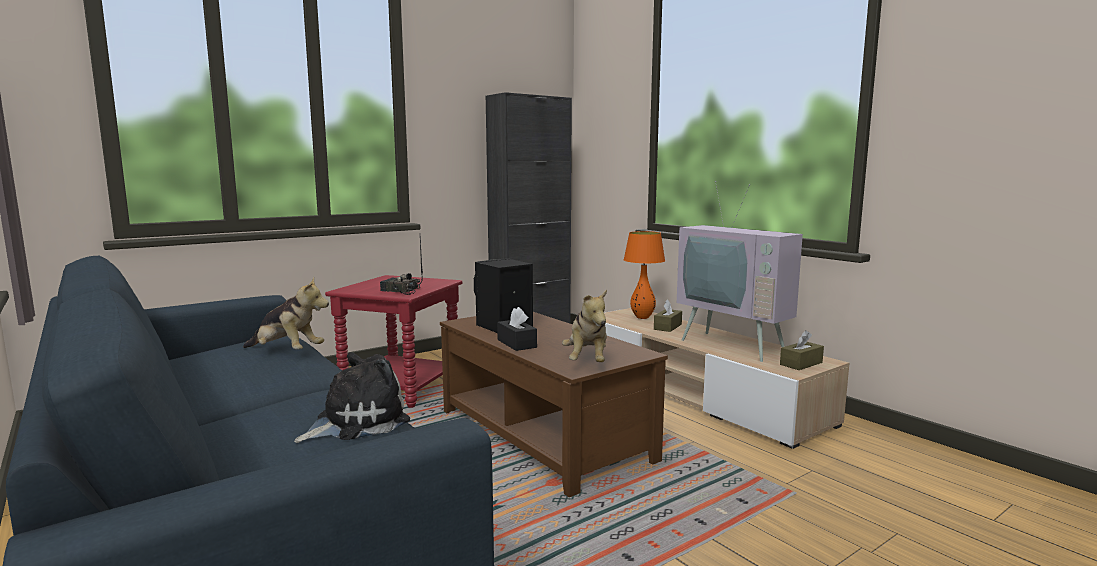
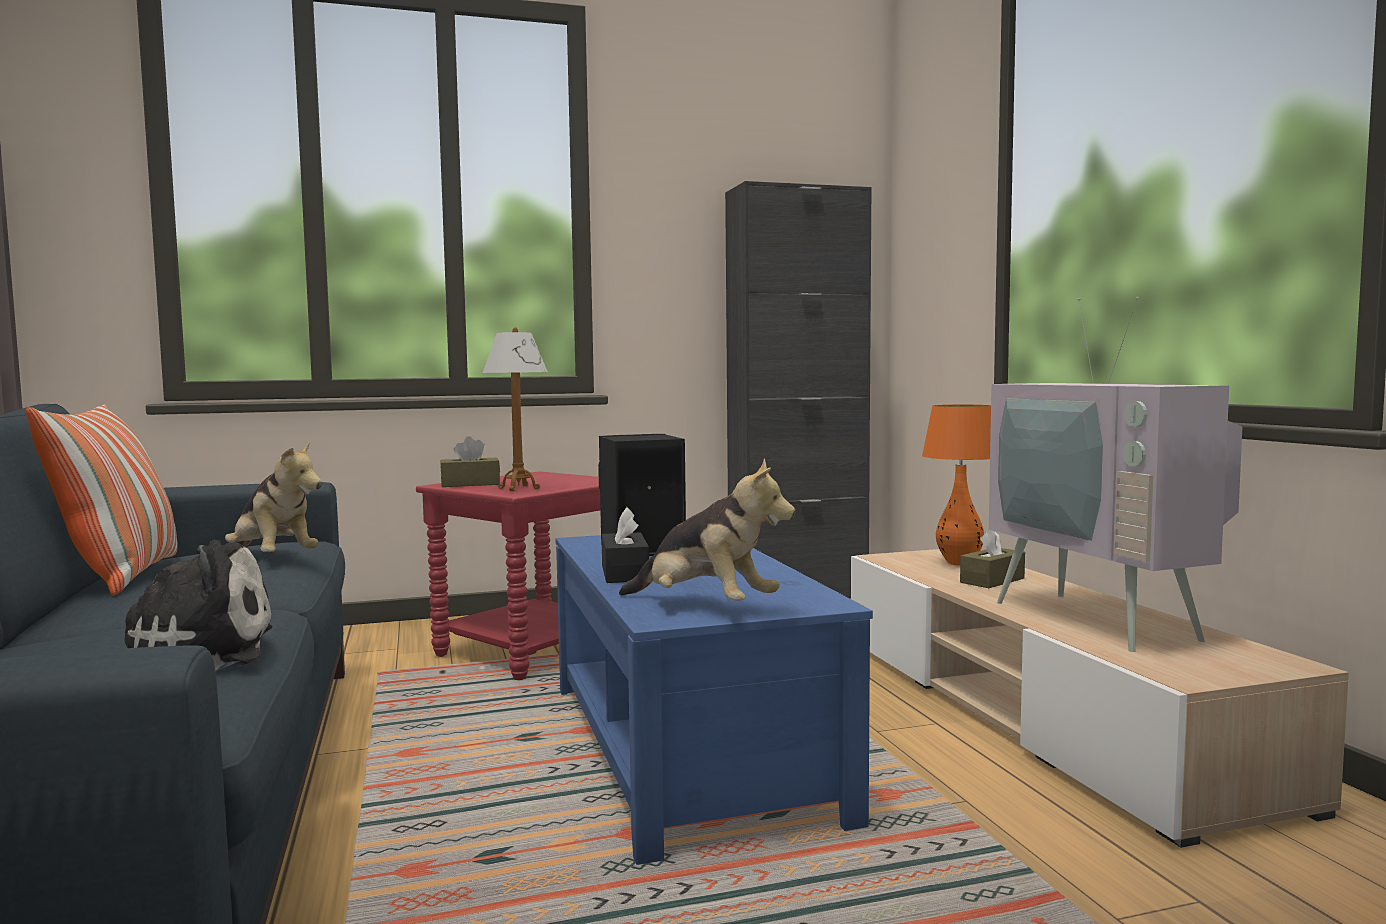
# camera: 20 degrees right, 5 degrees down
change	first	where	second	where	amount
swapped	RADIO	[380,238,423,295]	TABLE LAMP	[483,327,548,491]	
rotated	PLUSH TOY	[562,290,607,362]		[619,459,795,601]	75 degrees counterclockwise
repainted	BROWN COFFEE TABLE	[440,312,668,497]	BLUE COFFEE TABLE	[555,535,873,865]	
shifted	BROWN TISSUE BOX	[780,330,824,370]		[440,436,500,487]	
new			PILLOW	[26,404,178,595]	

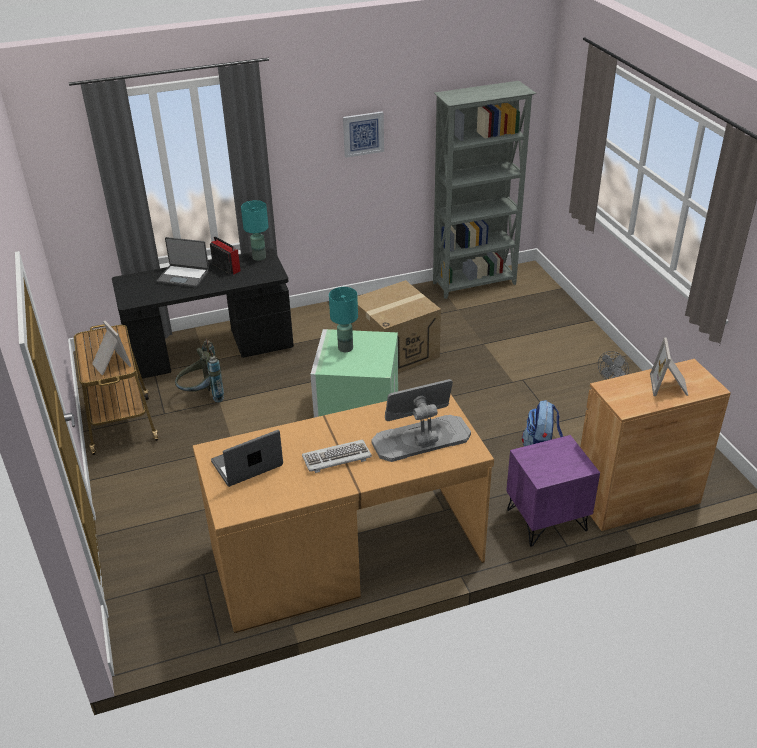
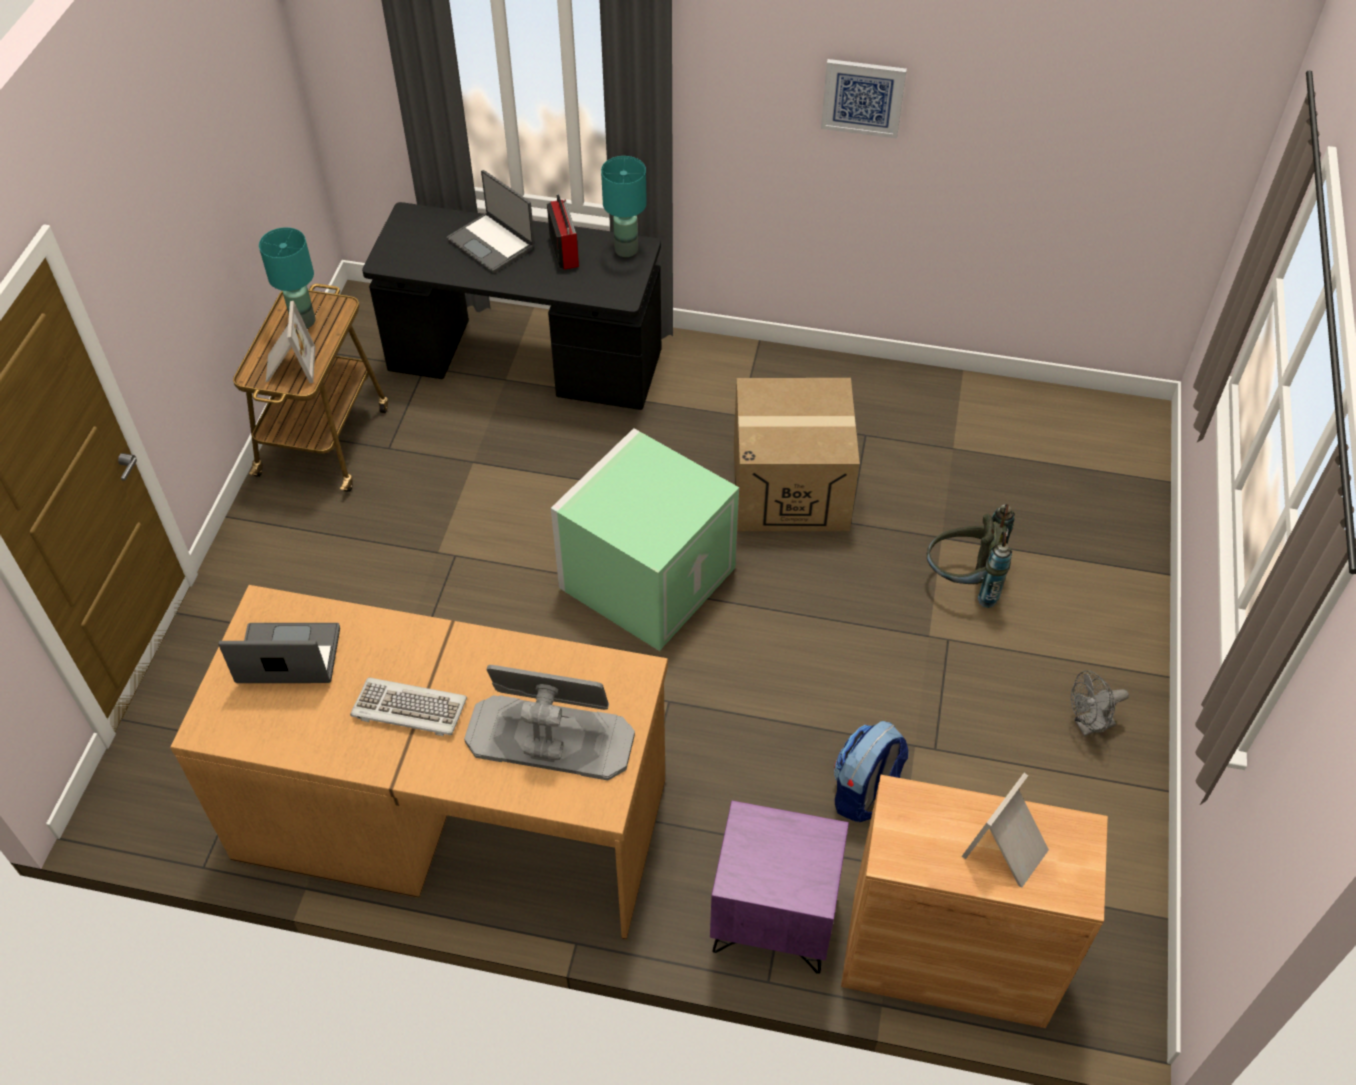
# camera: 30 degrees right, 15 degrees up
change	first	where	second	where	amount
gone	GREY BOOKCASE	[433,81,536,299]			
shifted	TURQUOISE TABLE LAMP	[329,287,358,352]		[259,227,315,328]	
shifted	GREY BACKPACK	[175,338,224,402]		[927,504,1015,608]	

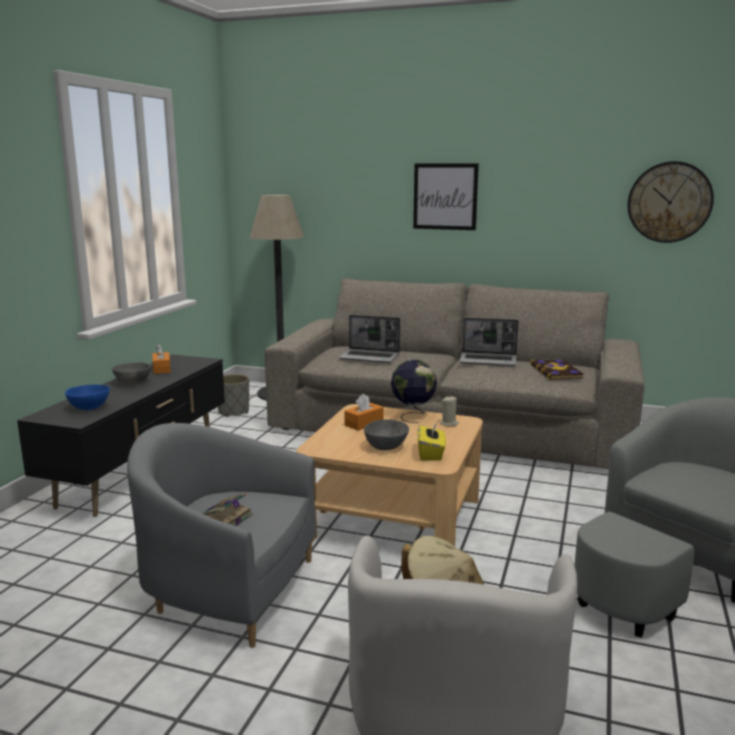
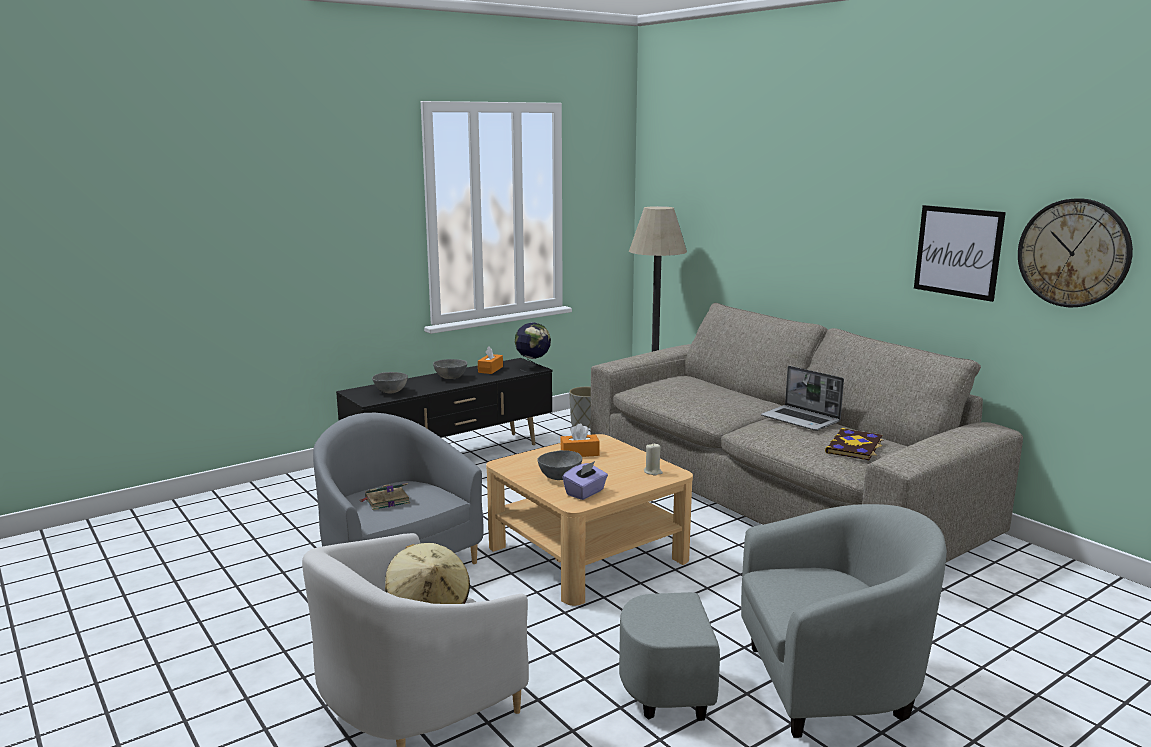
# camera: 35 degrees right, 0 degrees up
change	first	where	second	where	amount
shifted	PICTURE	[413,164,479,230]		[914,205,1006,302]	
gone	LAPTOP	[338,315,400,363]			
shifted	GLOBE	[391,360,437,423]		[515,322,551,372]	
repainted	BLUE BOWL	[65,385,110,410]	GREY BOWL	[372,372,408,393]	
repainted	YELLOW TISSUE BOX	[418,423,446,461]	PURPLE TISSUE BOX	[563,461,608,500]	

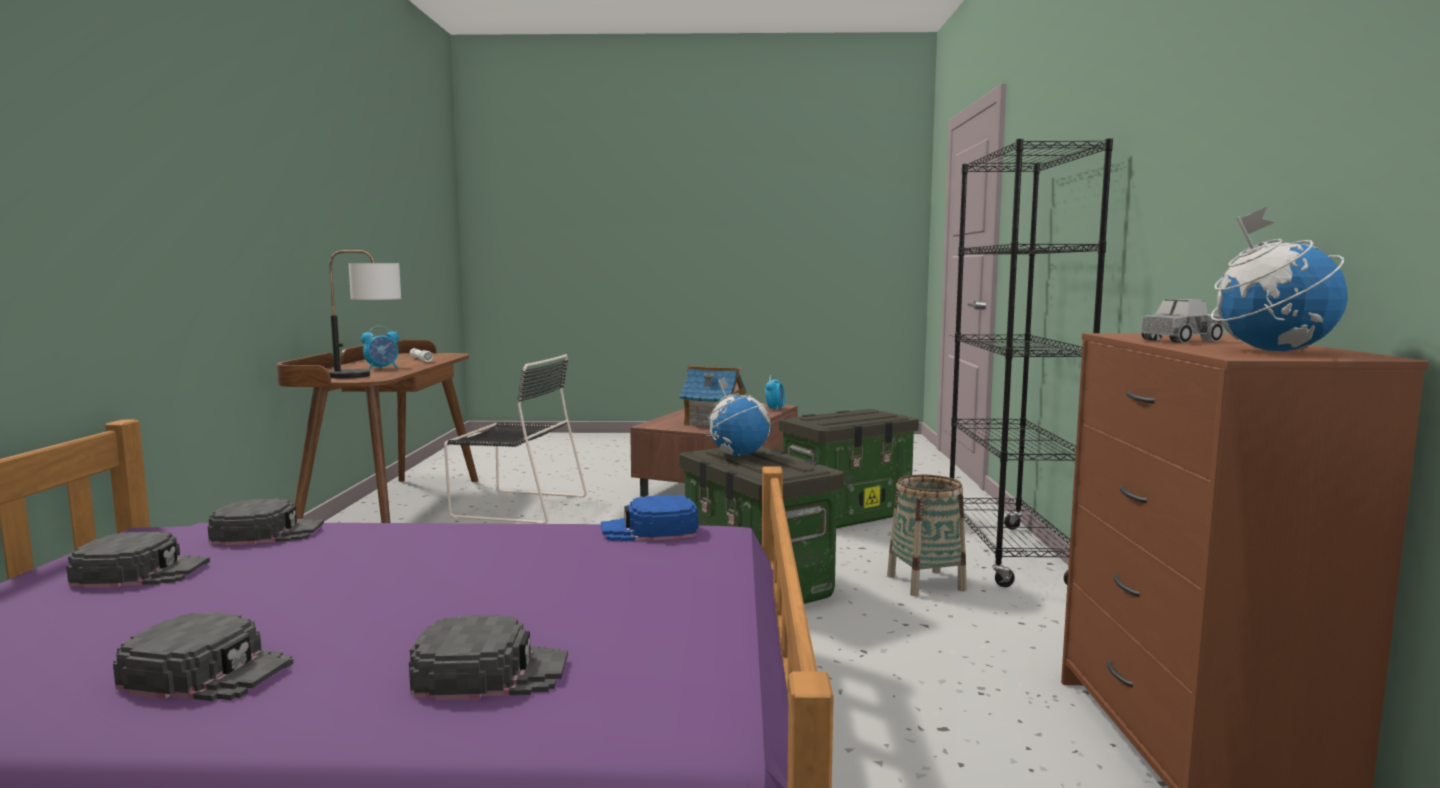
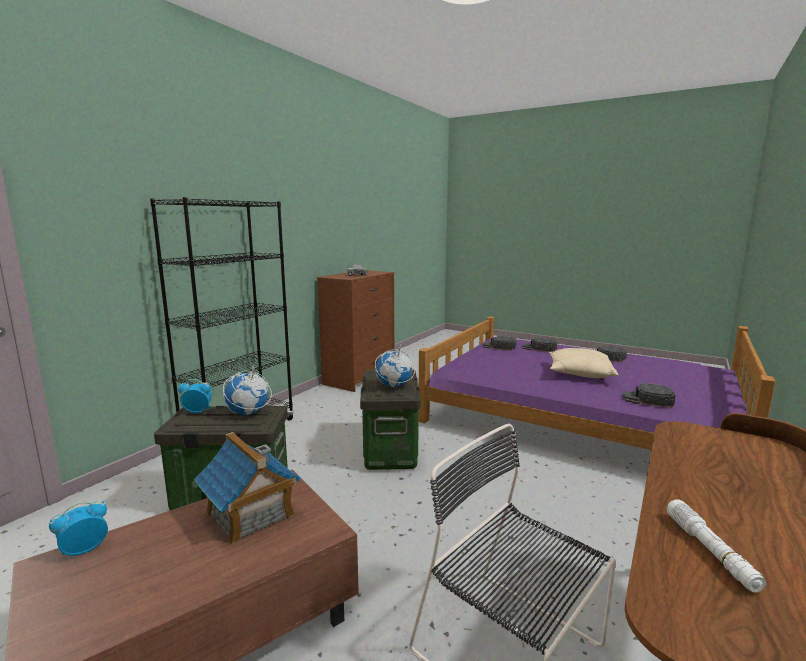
# camera: 150 degrees left, 5 degrees up
change	first	where	second	where	amount
shifted	GLOBE	[1211,207,1348,351]		[223,363,272,415]	
gone	TABLE LAMP	[329,250,401,379]			
shifted	ALARM CLOCK	[361,326,399,370]		[178,379,212,413]	
gone	BASKET	[887,475,966,596]			
gone	BLUE CAP	[601,495,698,541]			
shifted	BLACK CAP	[66,532,210,588]		[483,336,517,351]	
new			BEIGE PILLOW	[549,348,618,378]	

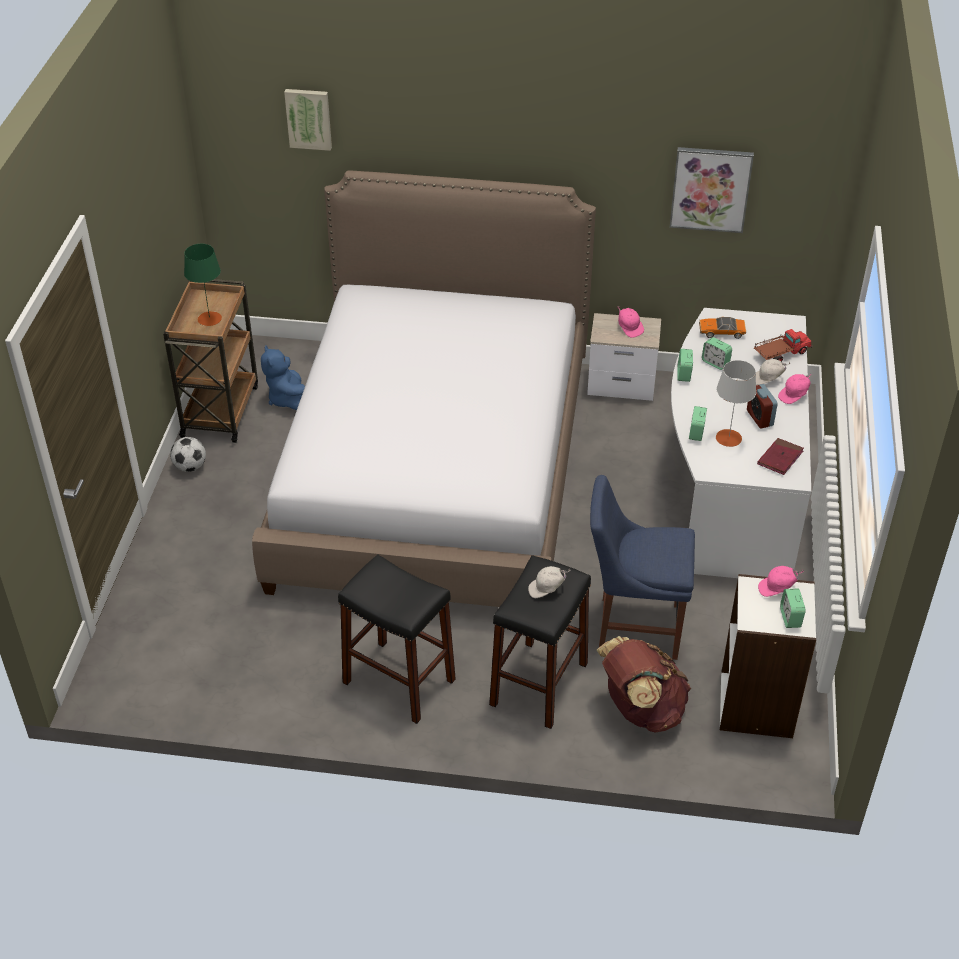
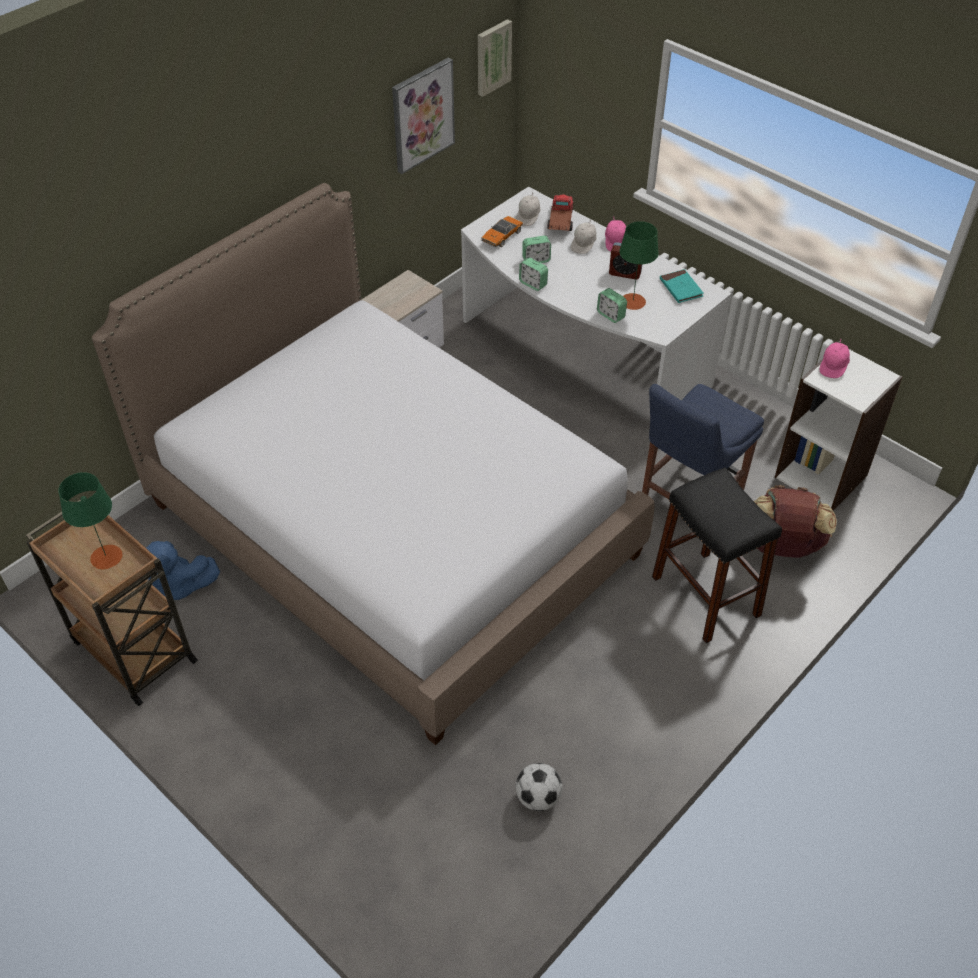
# camera: 55 degrees left, 5 degrees up
change	first	where	second	where	amount
shifted	PICTURE	[284,89,332,151]		[478,19,512,97]	
gone	PINK CAP	[618,306,644,338]			
repainted	GREY TABLE LAMP	[716,360,756,447]	GREEN TABLE LAMP	[619,221,659,310]	
shifted	FOOTBALL	[170,437,206,472]		[515,763,562,811]	
repainted	RED BOOK	[757,438,804,475]	TURQUOISE BOOK	[660,269,704,303]	
gone	BLACK STOOL	[338,554,456,724]			
shifted	WHITE CAP	[528,566,571,598]		[516,192,541,226]	
gone	ALARM CLOCK	[780,589,805,628]			

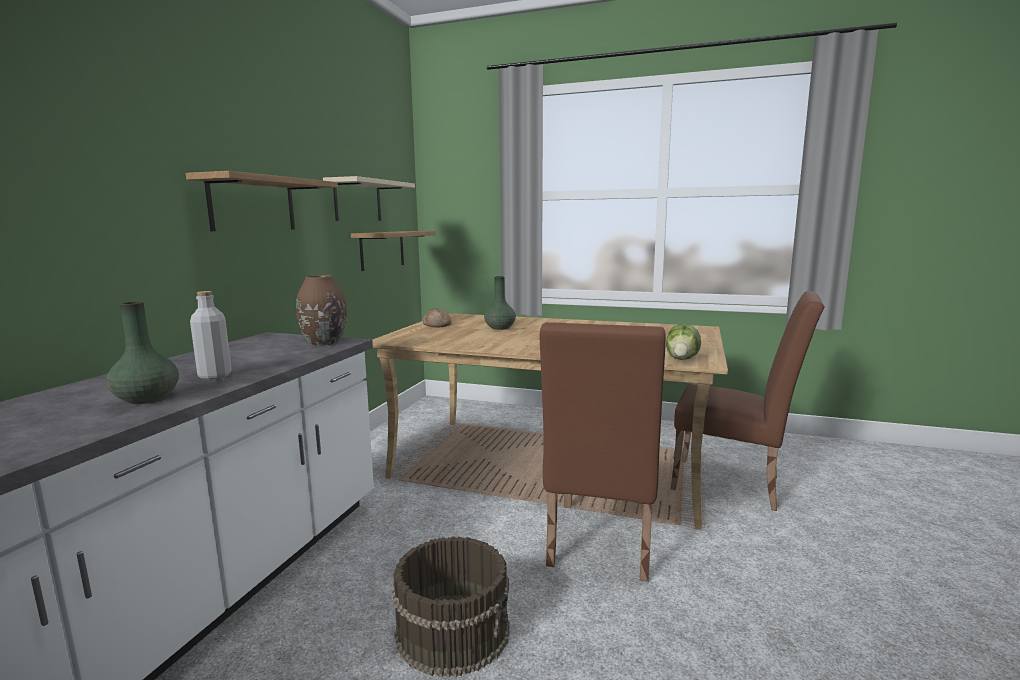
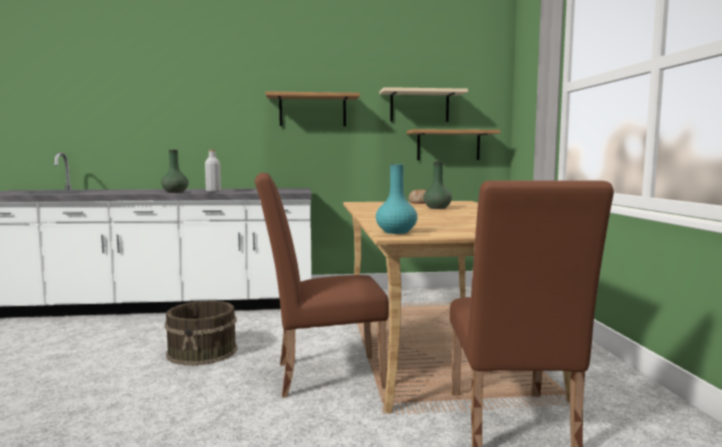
# camera: 65 degrees right, 5 degrees down
change	first	where	second	where	amount
gone	BROWN VASE	[296,275,347,346]			
swapped	LETTUCE	[666,324,701,360]	TURQUOISE VASE	[376,164,418,234]	

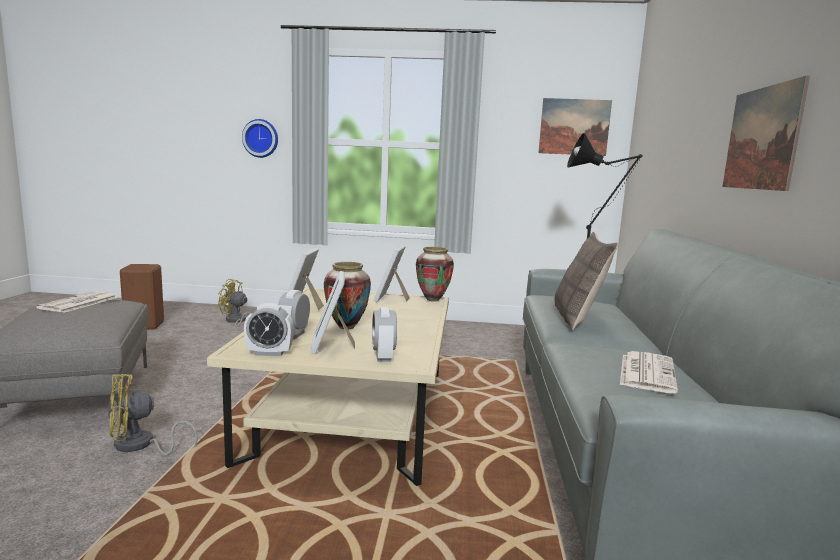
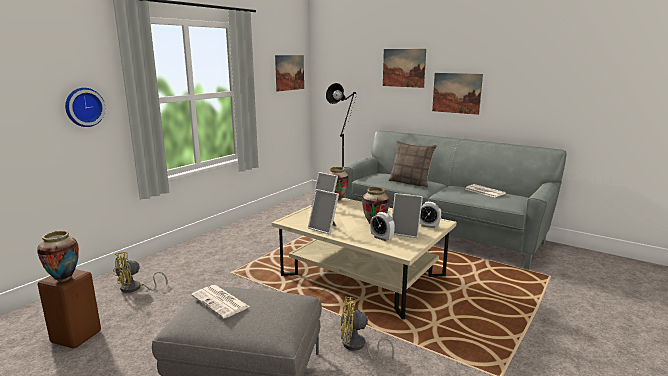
# camera: 60 degrees left, 5 degrees up
change	first	where	second	where	amount
gone	ALARM CLOCK	[244,303,294,356]			
rotated	YELLOW FAN	[108,374,198,455]		[340,297,394,360]	90 degrees clockwise
new			PICTURE	[383,49,426,88]	
new			VASE	[37,231,79,282]	

